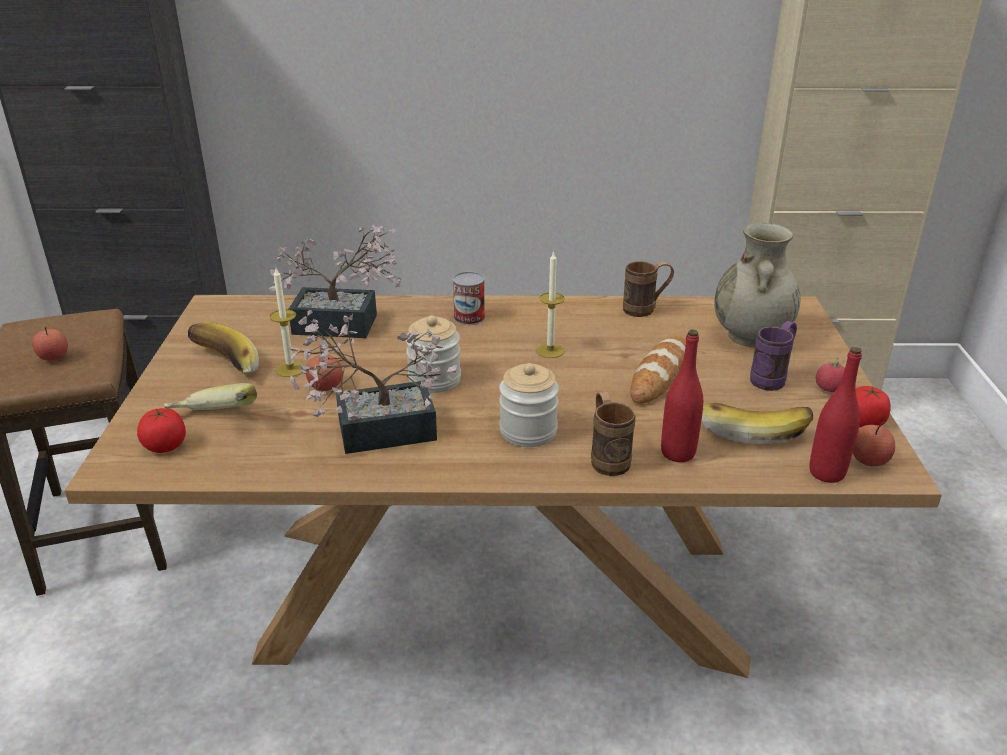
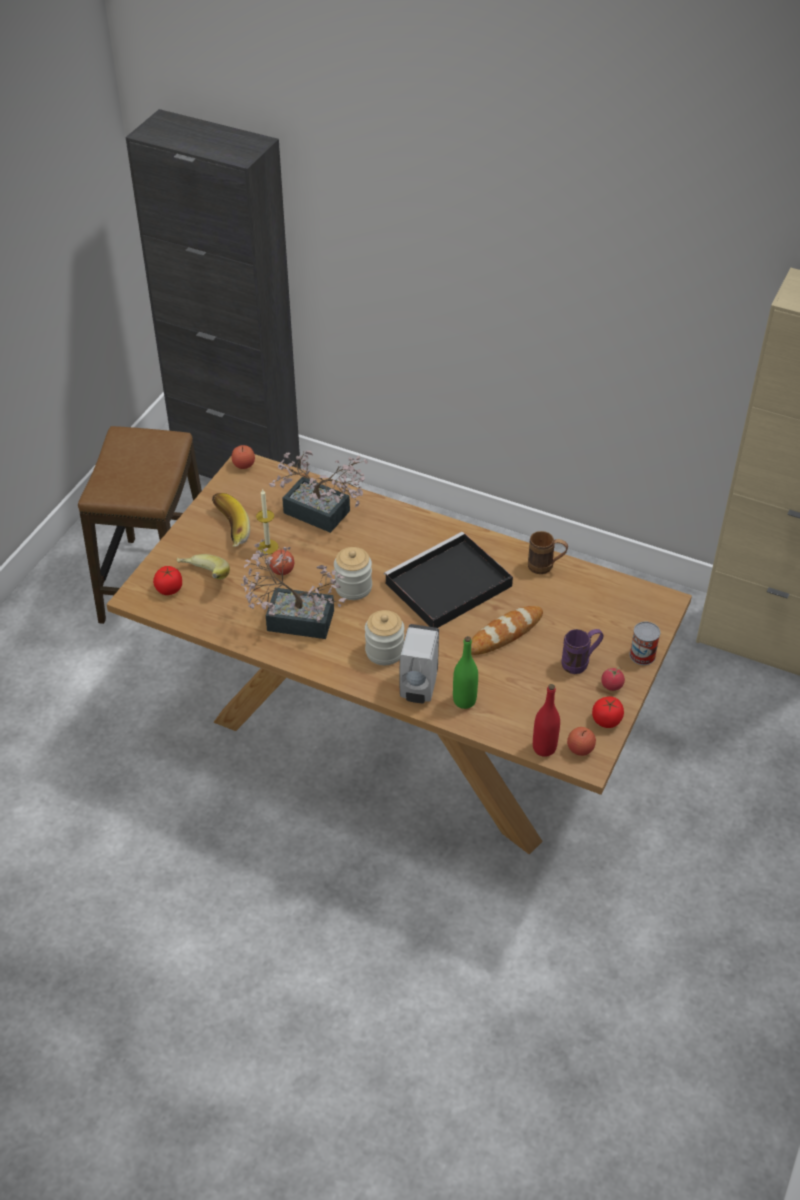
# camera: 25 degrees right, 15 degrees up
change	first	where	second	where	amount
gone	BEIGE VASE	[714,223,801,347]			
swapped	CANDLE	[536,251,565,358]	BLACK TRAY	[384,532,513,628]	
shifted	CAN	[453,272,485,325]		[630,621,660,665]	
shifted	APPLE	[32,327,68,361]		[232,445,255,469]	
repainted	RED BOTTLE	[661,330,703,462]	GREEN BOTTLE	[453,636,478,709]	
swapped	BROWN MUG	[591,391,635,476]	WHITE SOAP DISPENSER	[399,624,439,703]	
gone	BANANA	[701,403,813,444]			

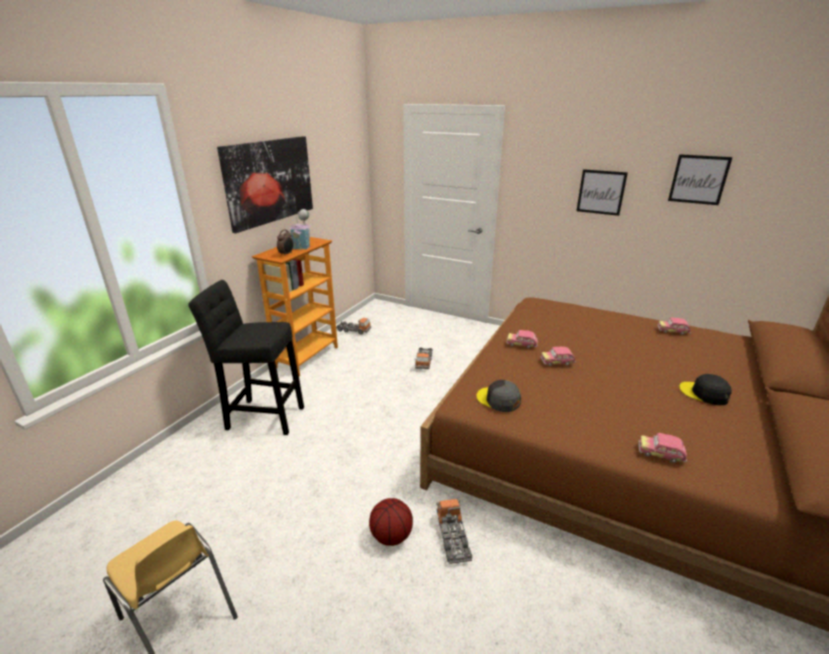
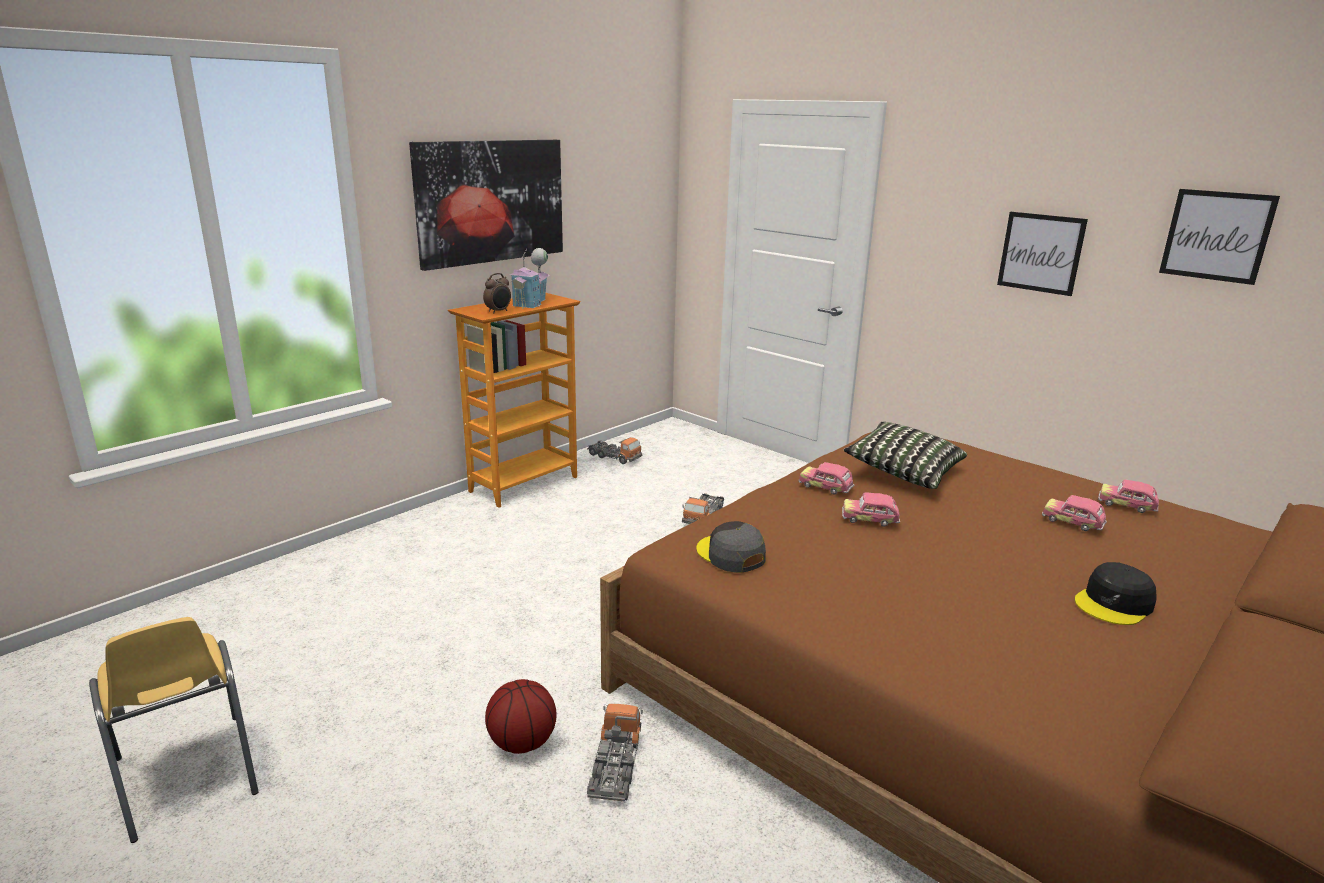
# camera: 15 degrees right, 5 degrees down
change	first	where	second	where	amount
gone	BLACK STOOL	[188,280,304,435]			
rotated	BLACK CAP	[679,374,732,405]		[1075,562,1157,625]	90 degrees counterclockwise
shifted	TOY CAR	[639,433,687,463]		[1042,495,1107,531]	
new			PILLOW	[843,422,967,489]	

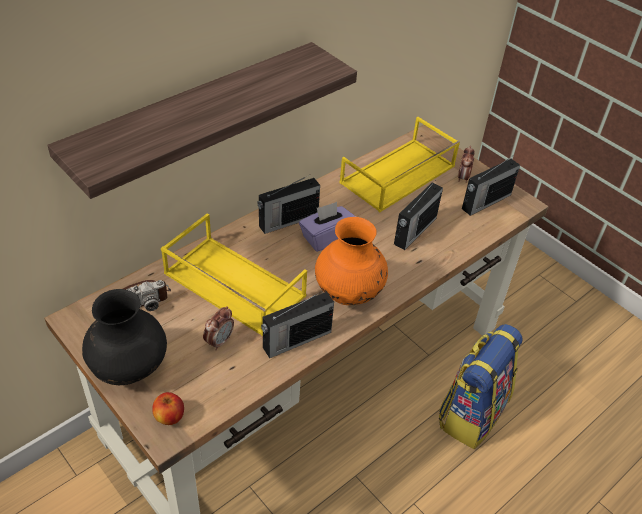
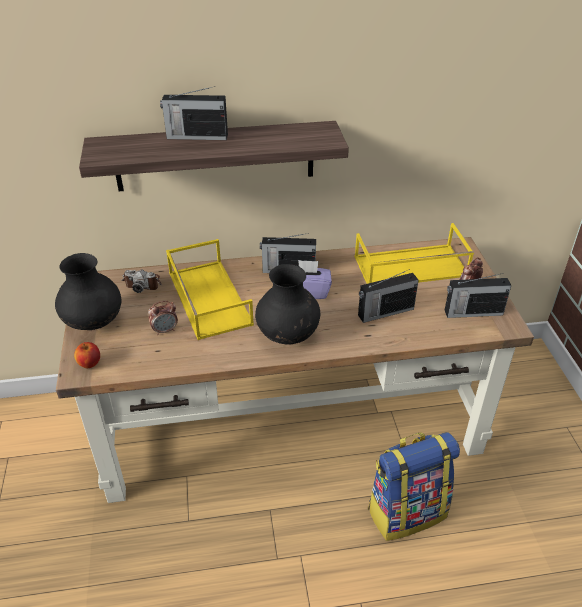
# camera: 35 degrees right, 5 degrees down
change	first	where	second	where	amount
repainted	ORANGE VASE	[315,217,388,305]	BLACK VASE	[255,264,320,345]	
shifted	RADIO	[261,291,334,358]		[160,86,228,140]	

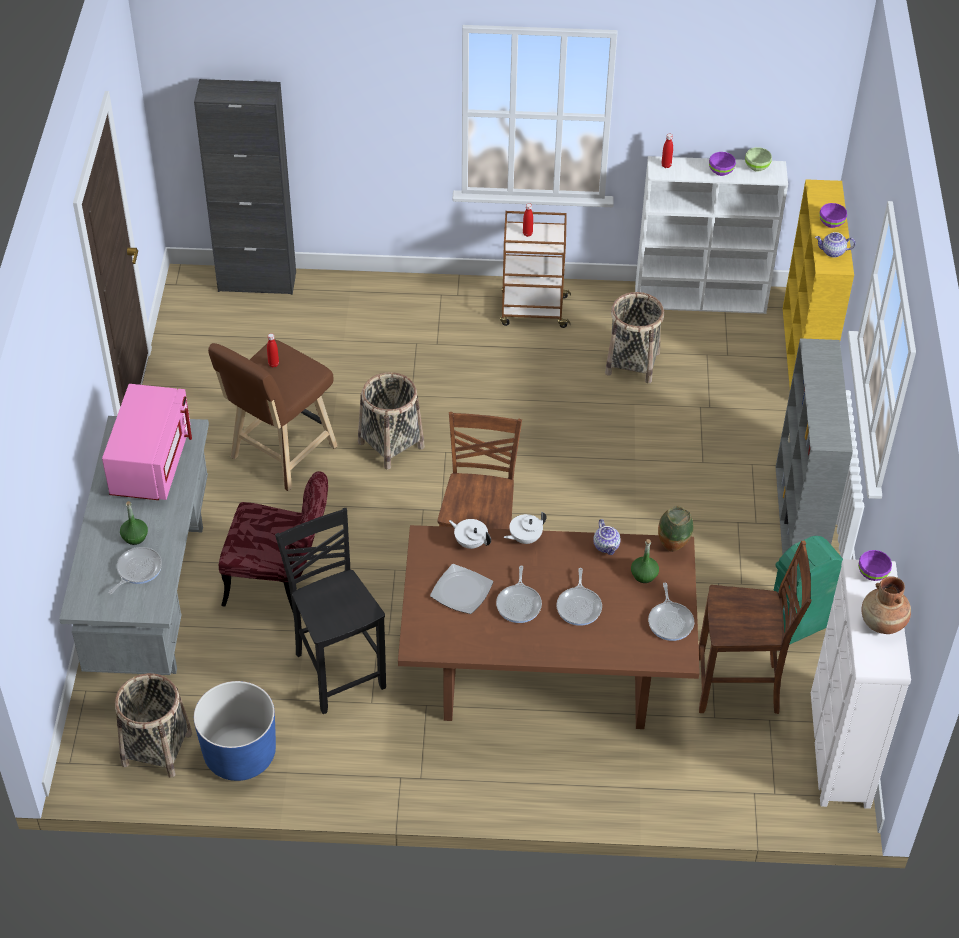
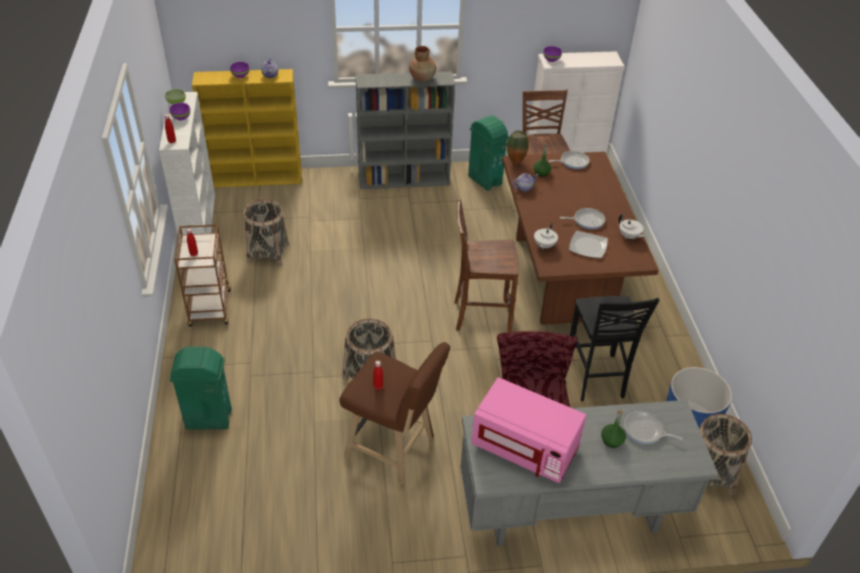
# camera: 100 degrees left, 5 degrees down
change	first	where	second	where	amount
gone	BLACK CABINET	[194,79,296,295]			
rotated	PINK MICROWAVE	[102,384,192,500]		[471,377,586,483]	150 degrees counterclockwise
rotated	BLACK CHAIR	[275,508,386,714]		[570,296,659,402]	60 degrees counterclockwise
shifted	WHITE TEAPOT	[504,512,547,544]		[618,214,646,240]	
gone	FRYING PAN	[556,568,602,626]			
shifted	BROWN VASE	[862,576,911,634]		[409,46,436,81]	
new			GREEN TRASH CAN	[169,347,232,429]	

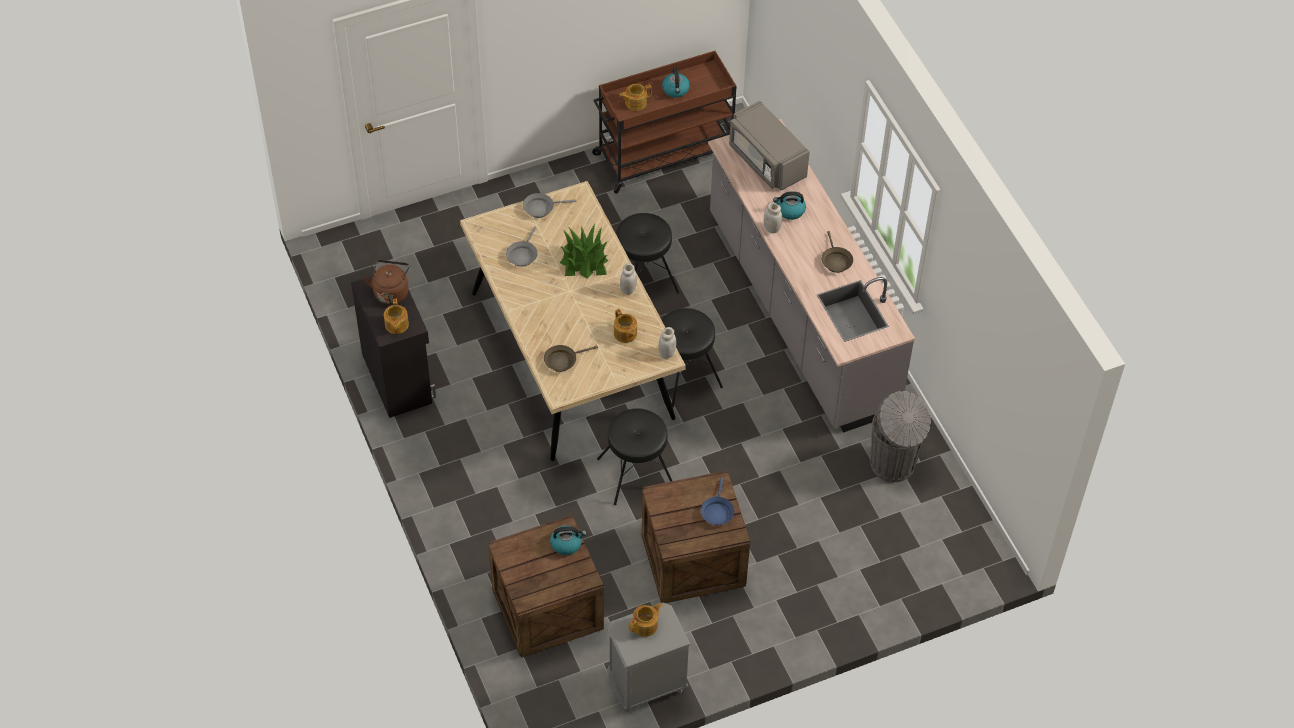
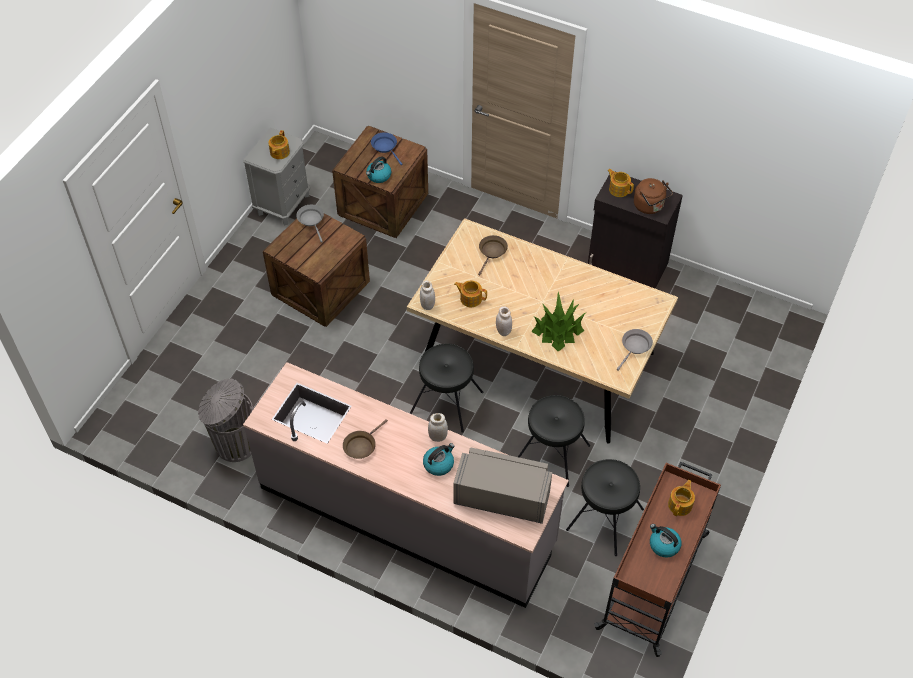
# camera: 140 degrees right, 0 degrees up
change	first	where	second	where	amount
shifted	GREY FRYING PAN	[506,227,537,267]		[296,205,324,243]	
rotated	BROWN FRYING PAN	[822,231,853,273]		[343,419,388,459]	90 degrees counterclockwise
shifted	BLACK STOOL	[597,408,672,505]		[566,459,644,556]	
shifted	BLUE FRYING PAN	[701,477,734,525]		[371,132,402,165]	

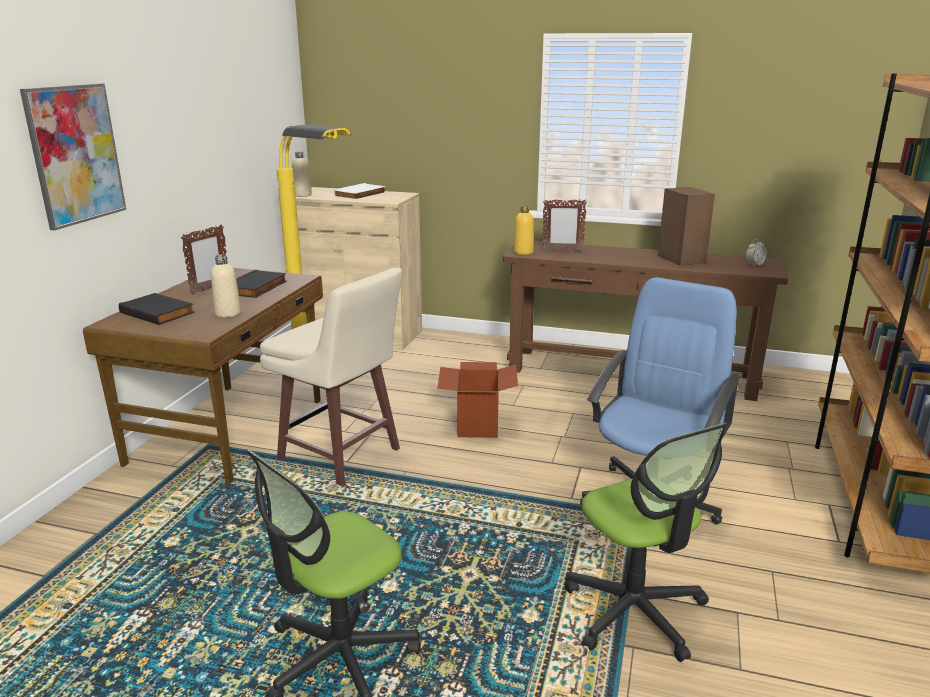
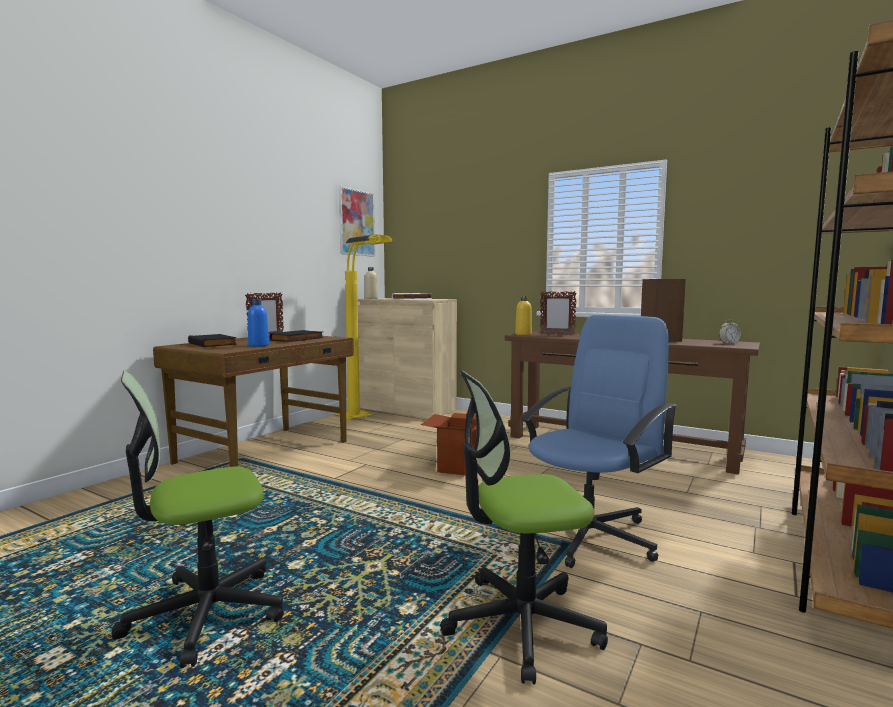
# camera: 15 degrees right, 15 degrees down
change	first	where	second	where	amount
shifted	PICTURE	[20,83,126,230]		[339,186,375,257]	
repainted	BEIGE BOTTLE	[211,255,241,318]	BLUE BOTTLE	[248,299,269,347]	
gone	BEIGE STOOL	[260,268,402,486]			
rotated	OFFICE CHAIR	[565,423,728,662]		[440,370,608,684]	90 degrees clockwise

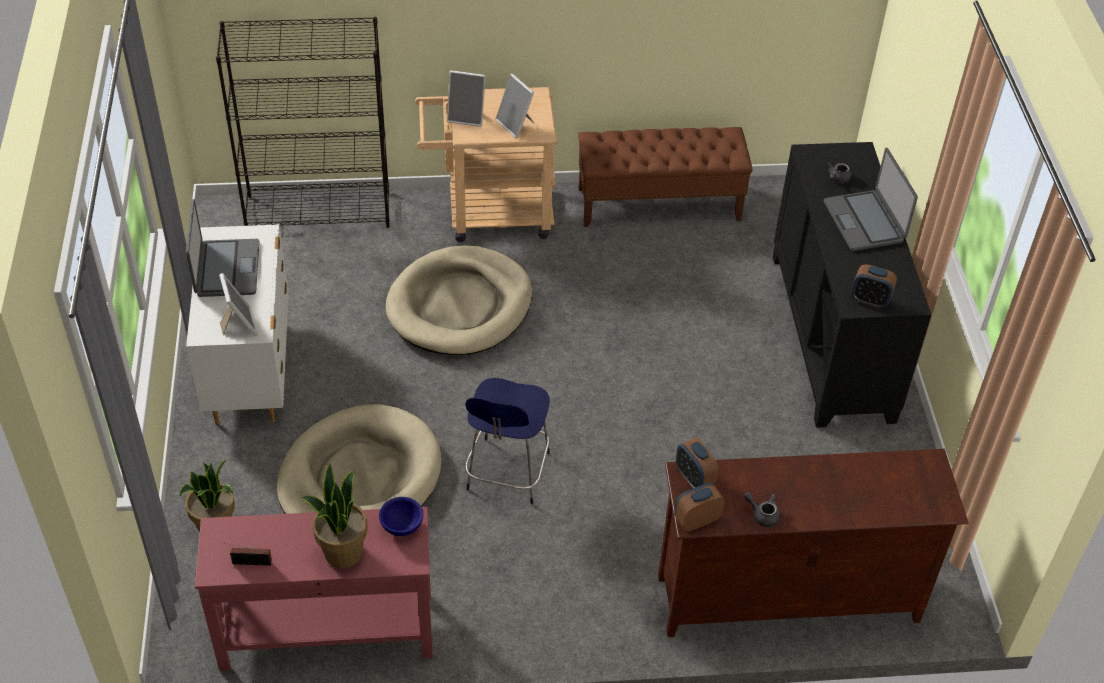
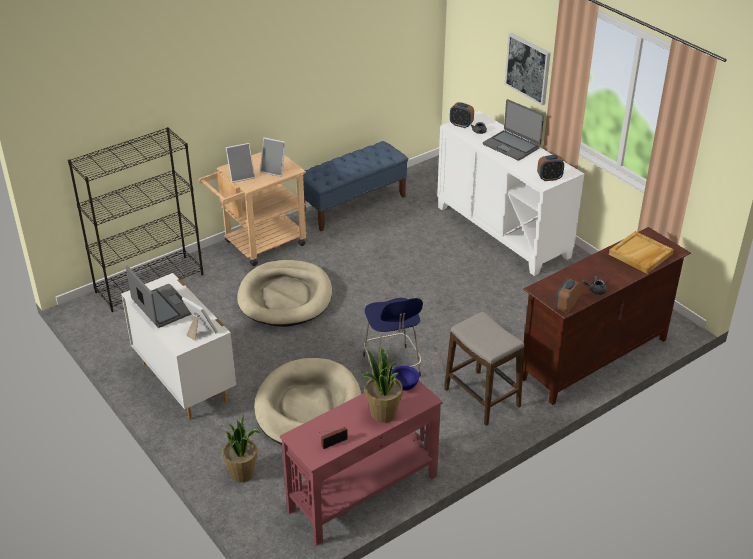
# camera: 30 degrees left, 10 degrees down
change	first	where	second	where	amount
repainted	BROWN BENCH	[578,127,752,227]	BLUE BENCH	[296,141,408,231]	
repainted	BLACK CABINET	[773,142,931,428]	WHITE CABINET	[437,111,584,276]	
shifted	ALARM CLOCK	[676,438,718,488]		[450,102,474,128]	
new			PICTURE	[505,33,551,105]	
new			BEIGE TRAY	[609,231,674,274]	
new			STOOL	[444,312,524,426]	

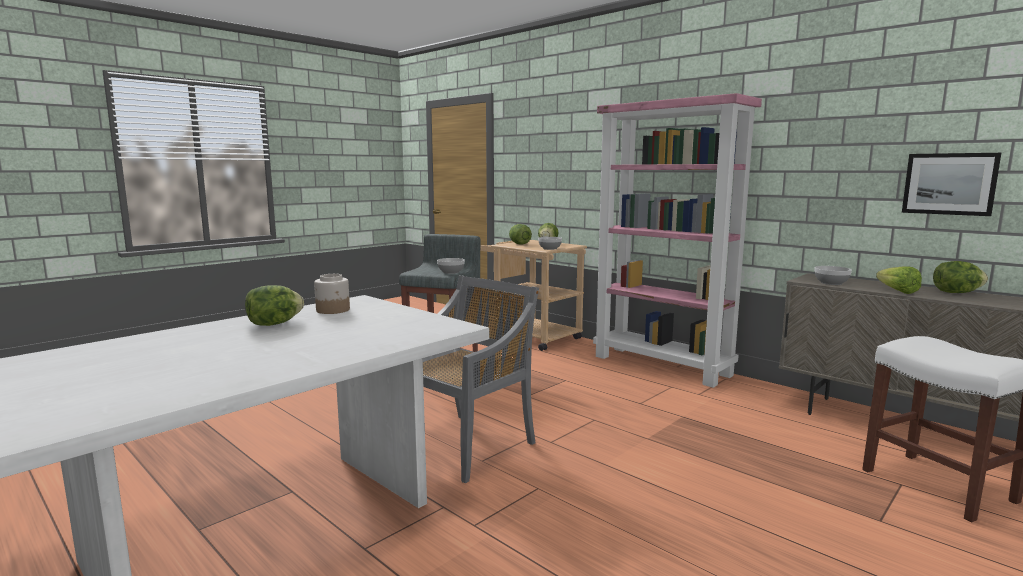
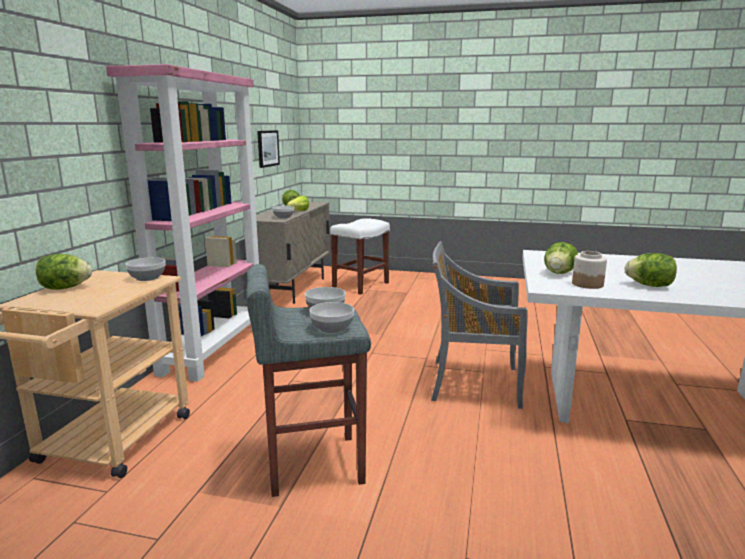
# camera: 120 degrees left, 5 degrees up
change	first	where	second	where	amount
shifted	LETTUCE	[509,224,532,245]		[544,242,578,274]	
new			BOWL	[309,302,354,333]	

